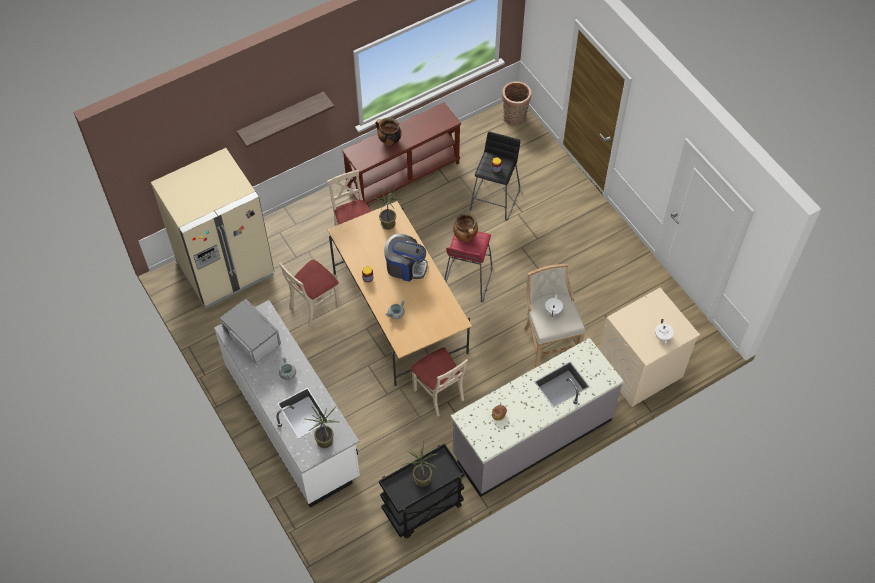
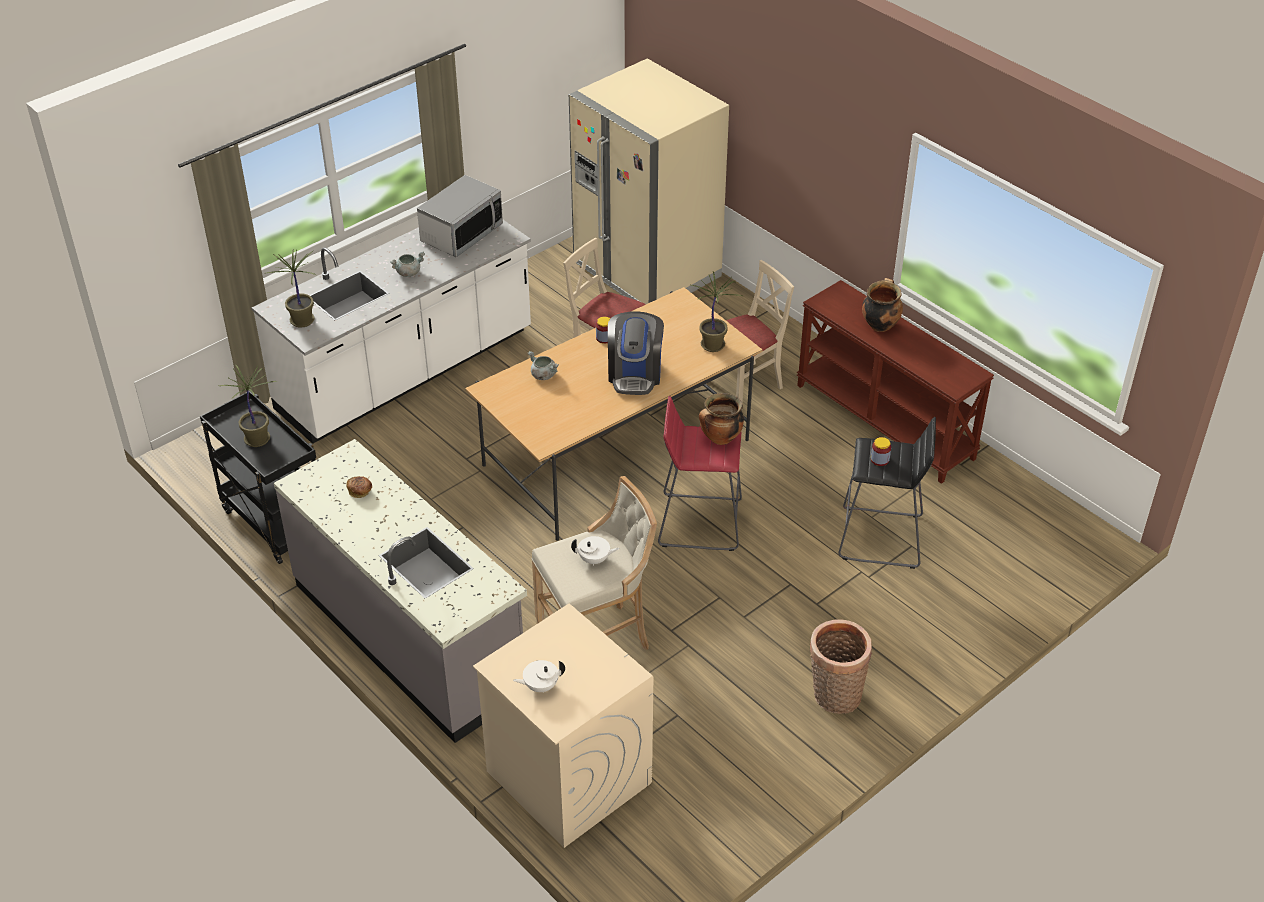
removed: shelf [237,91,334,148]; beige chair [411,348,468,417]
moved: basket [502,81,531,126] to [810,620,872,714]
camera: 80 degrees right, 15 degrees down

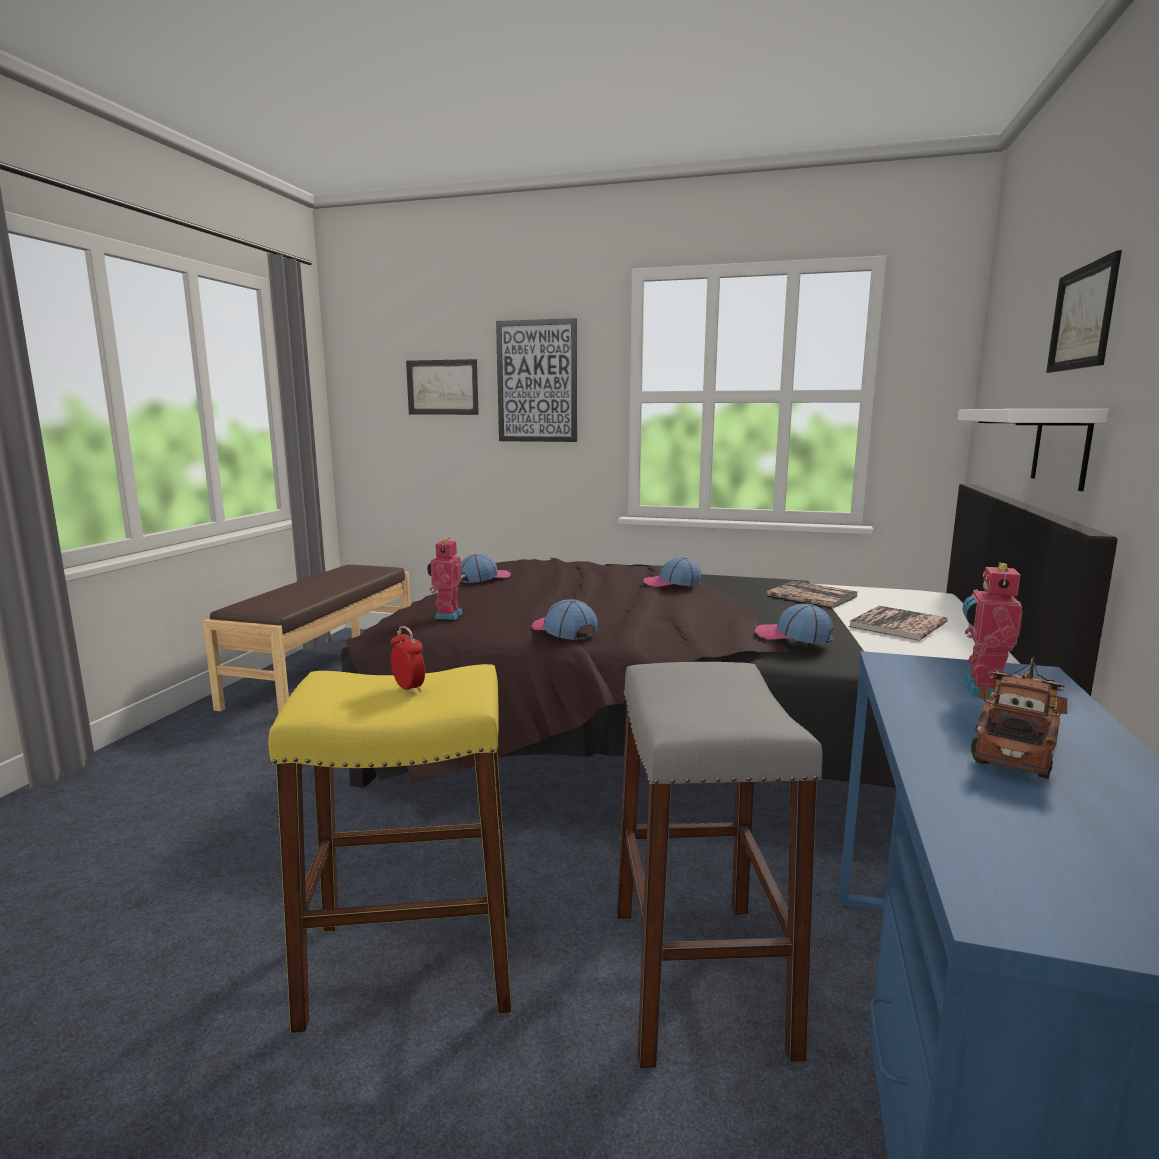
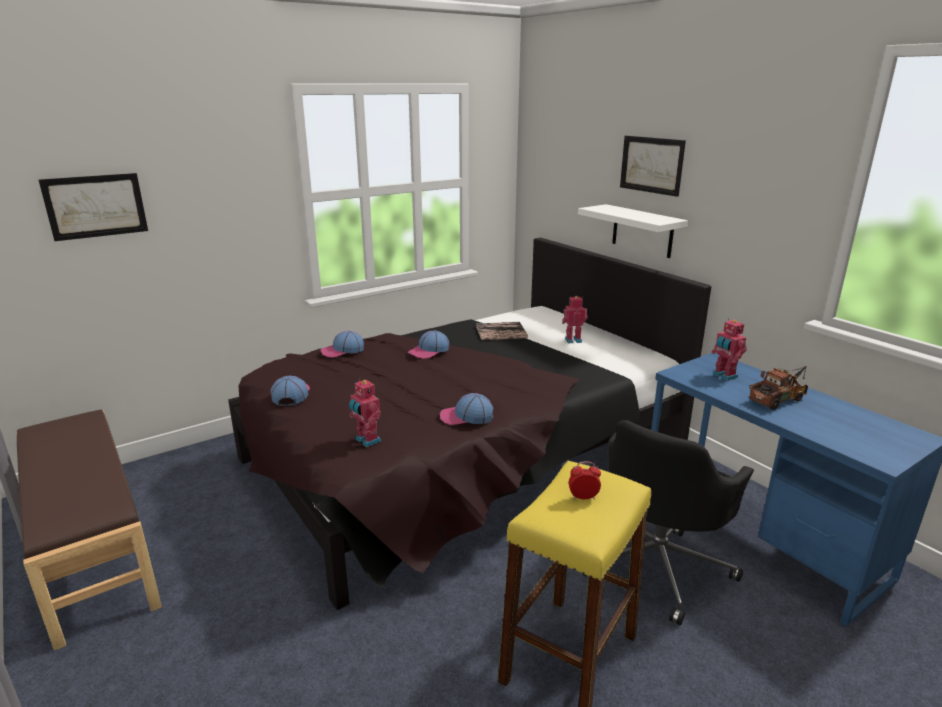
removed: picture [496,318,577,442]
moved: cap [755,604,834,644] to [321,331,364,358]
replaced: book [849,606,948,641] to toy robot [562,296,587,343]; grey stool [617,662,823,1069] to black office chair [583,420,754,625]
turned: toy truck [971,658,1067,779] = [748,366,808,410] 75 degrees clockwise
camera: 50 degrees left, 10 degrees up

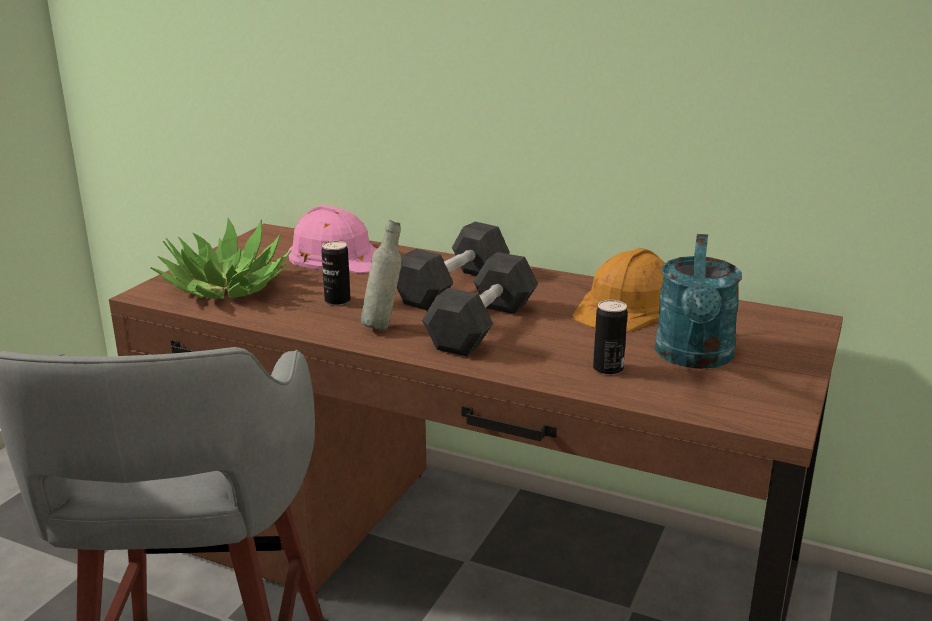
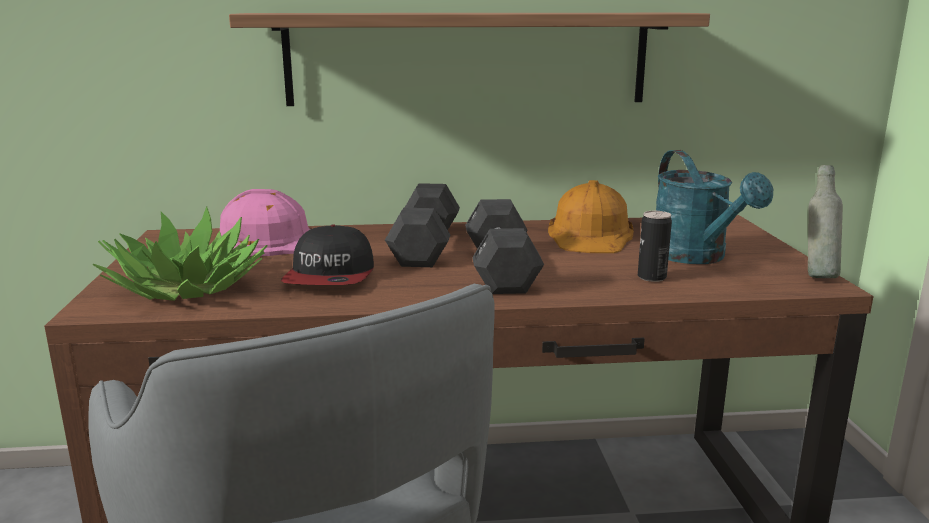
added: shelf [229,13,710,106]
moved: grey bottle [361,220,402,330] to [808,165,843,278]
replaced: can [321,241,351,305] to cap [281,224,374,285]
camera: 30 degrees left, 5 degrees down

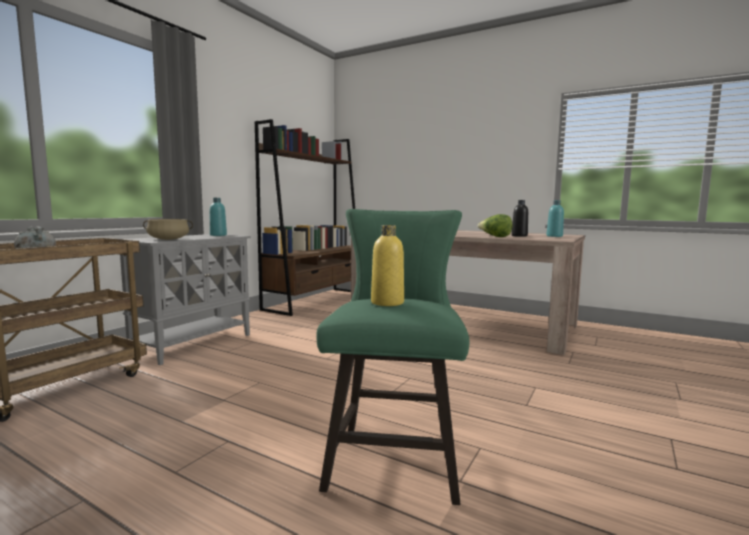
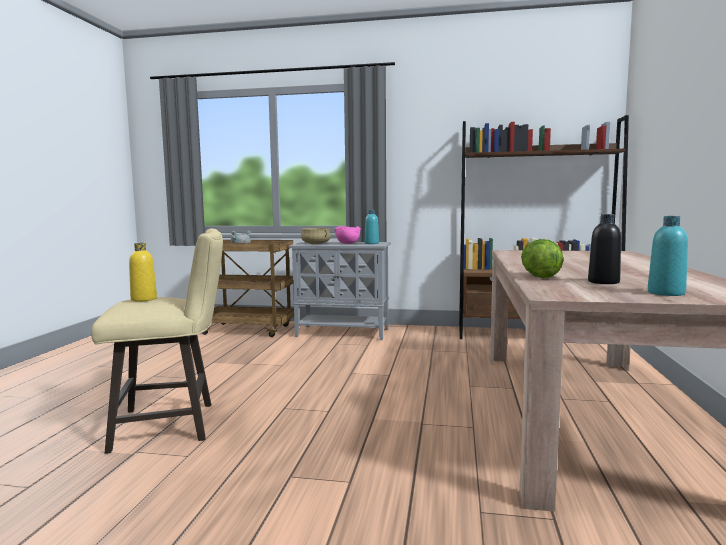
added: pink bowl [334,226,361,244]
recoloured: green stool [316,209,469,505] to beige stool [91,229,223,454]
camera: 70 degrees right, 0 degrees up

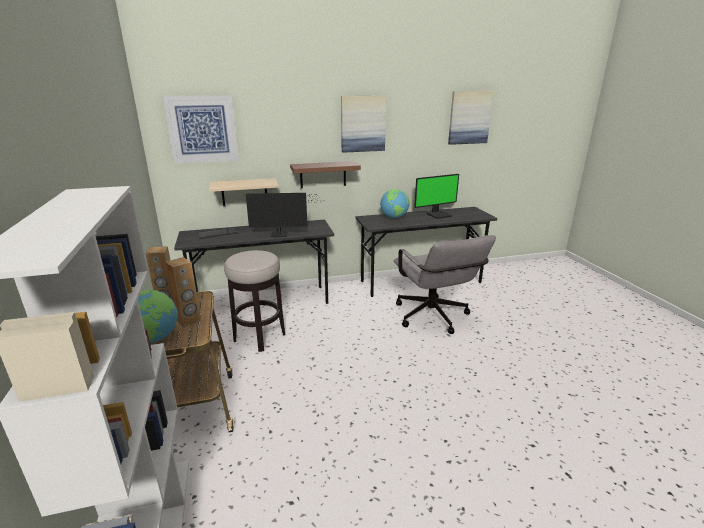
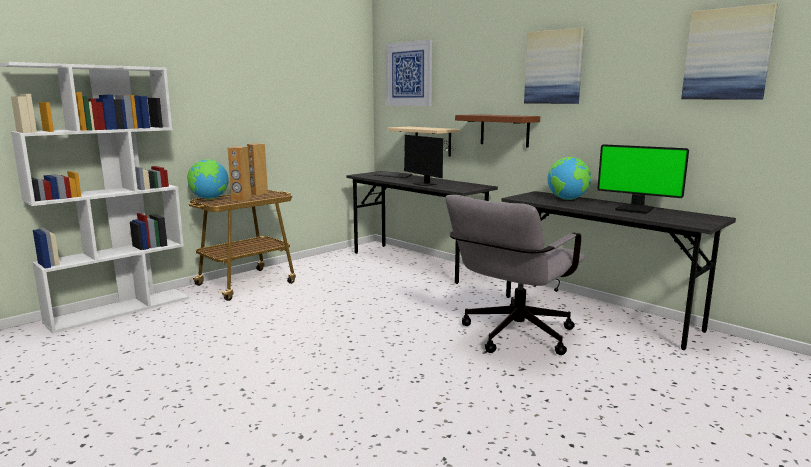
removed: stool [224,250,285,352]
camera: 60 degrees right, 10 degrees down

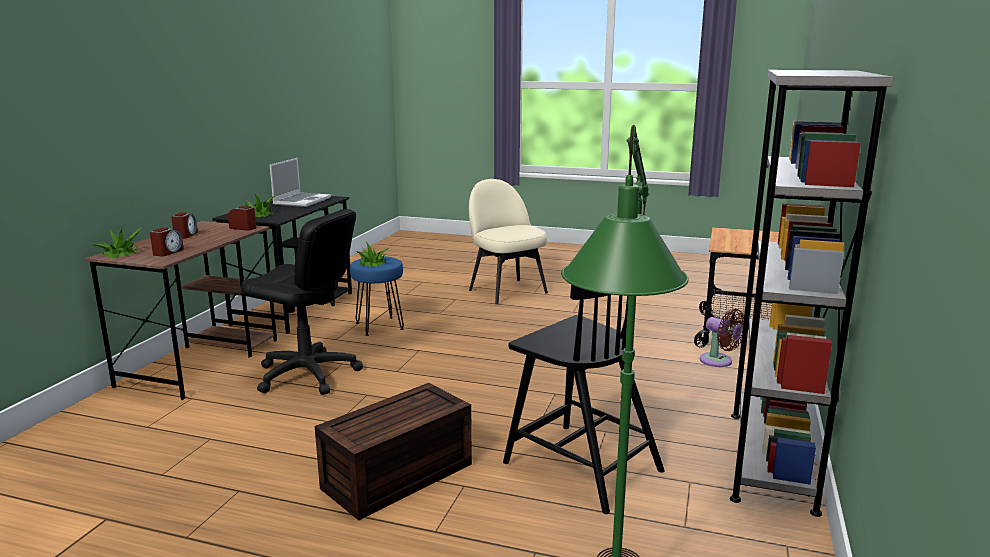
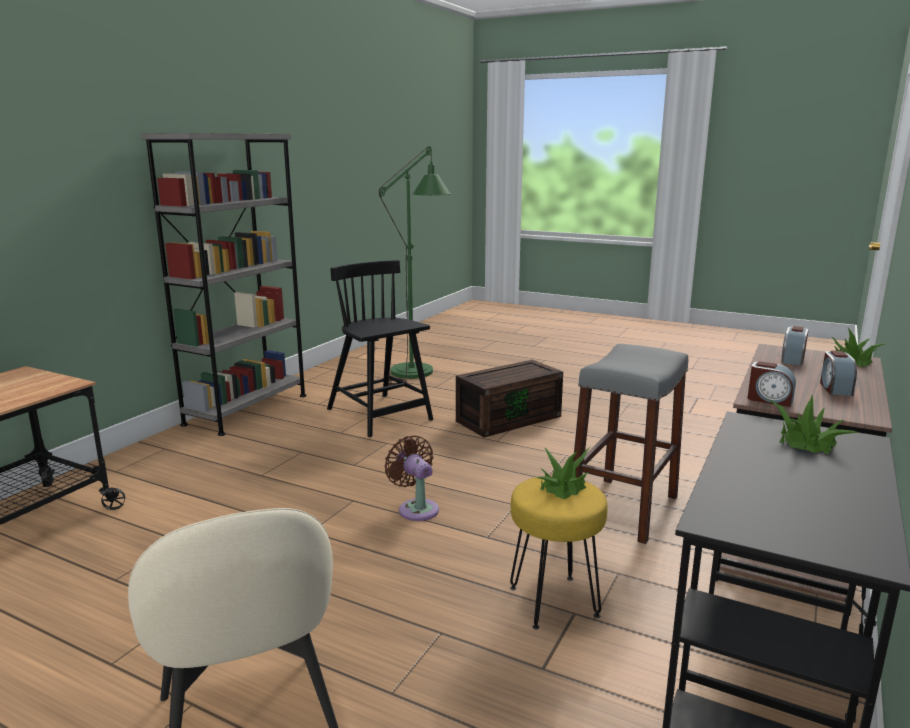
removed: laptop [270,158,331,207]
moved: brown fan [700,309,744,367] to [384,435,439,521]
replaced: black office chair [241,209,363,395] to grey stool [573,344,688,544]
recoloured: blue stool [350,256,404,336] to yellow stool [510,476,608,629]
camera: 170 degrees left, 0 degrees up

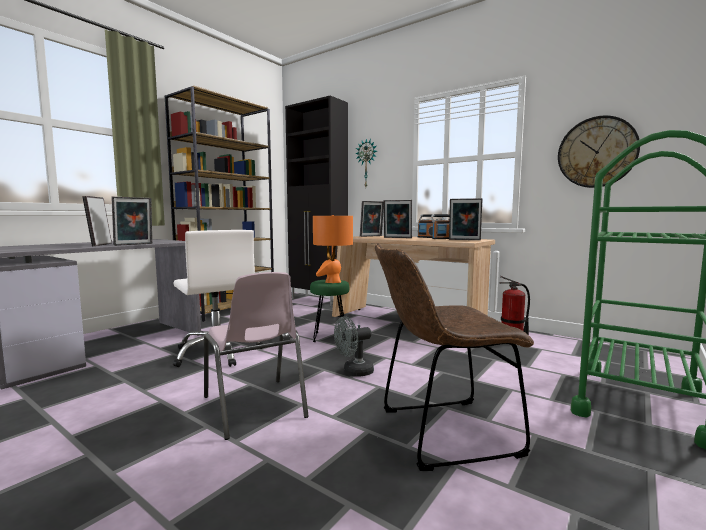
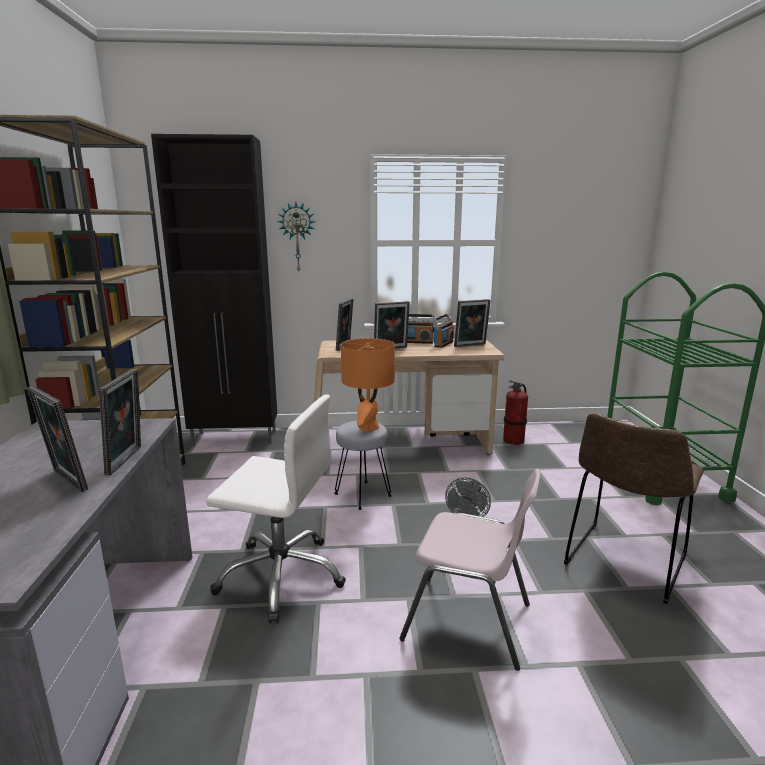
removed: wall clock [558,115,640,188]
recoloured: green stool [310,280,349,342] to grey stool [334,421,392,510]
camera: 40 degrees left, 10 degrees up

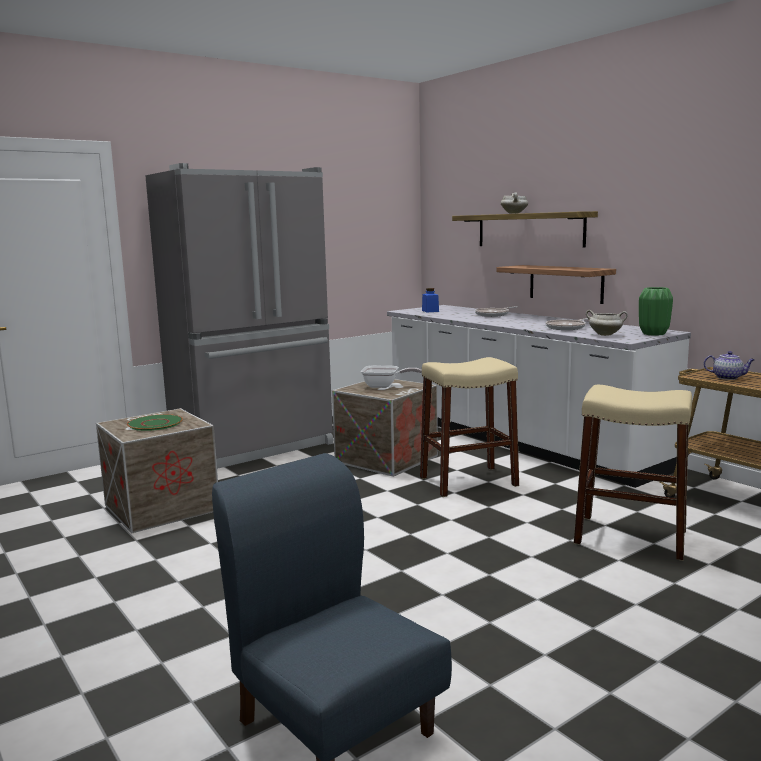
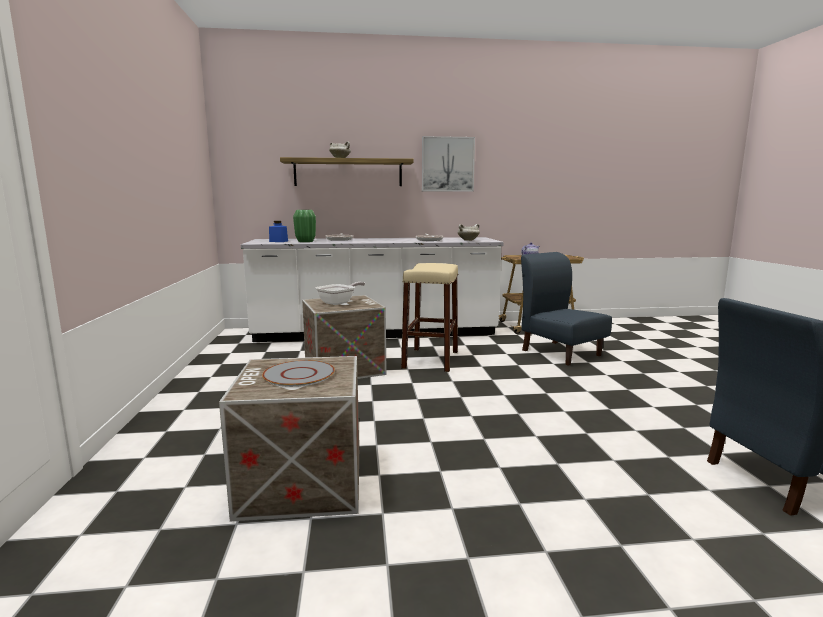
removed: grey fridge [145,163,334,469]; shelf [496,265,616,304]
added: picture [422,136,475,192]
moved: green vase [639,287,673,336] to [293,210,316,242]
replaced: beige stool [574,385,692,561] to blue chair [521,252,612,366]
recoloured: green plate [127,414,183,431] to grey plate [262,360,335,387]
camera: 60 degrees left, 0 degrees up

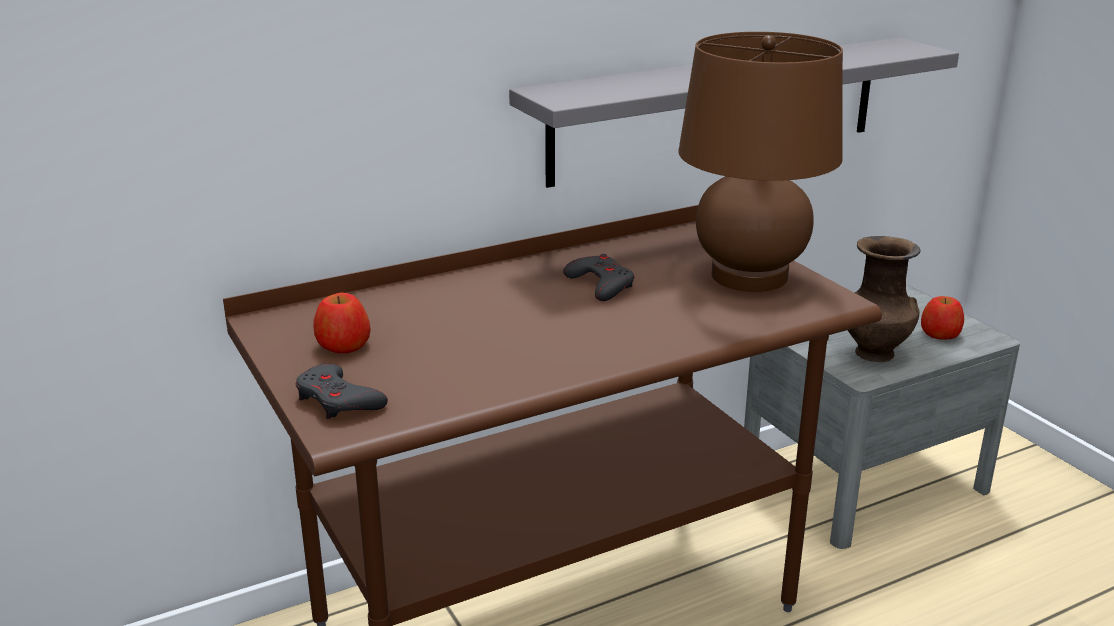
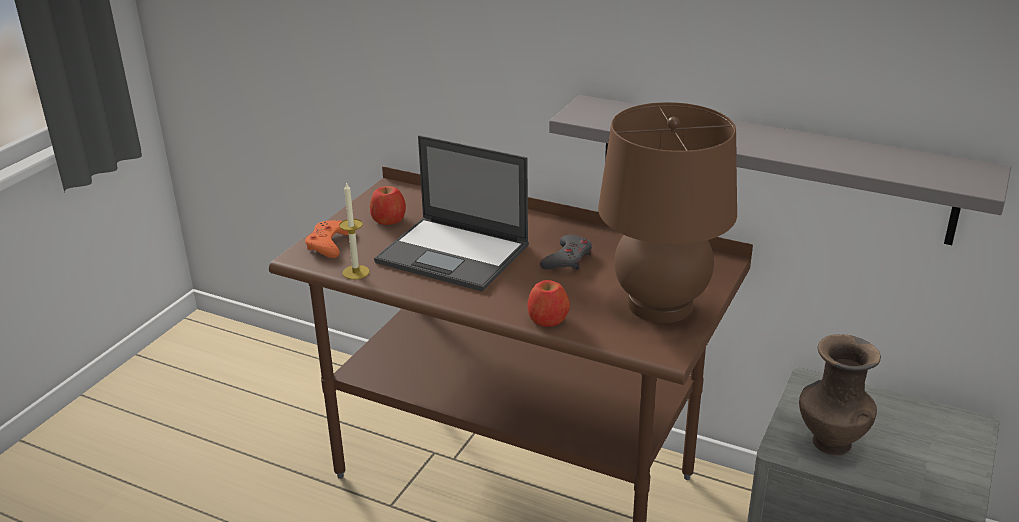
added: laptop [374,135,529,292]; candle [339,183,370,280]
moved: apple [921,296,964,340] to [528,280,570,327]
recoloured: grey game controller [296,363,388,419] to orange game controller [305,220,349,258]
camera: 55 degrees right, 5 degrees up

